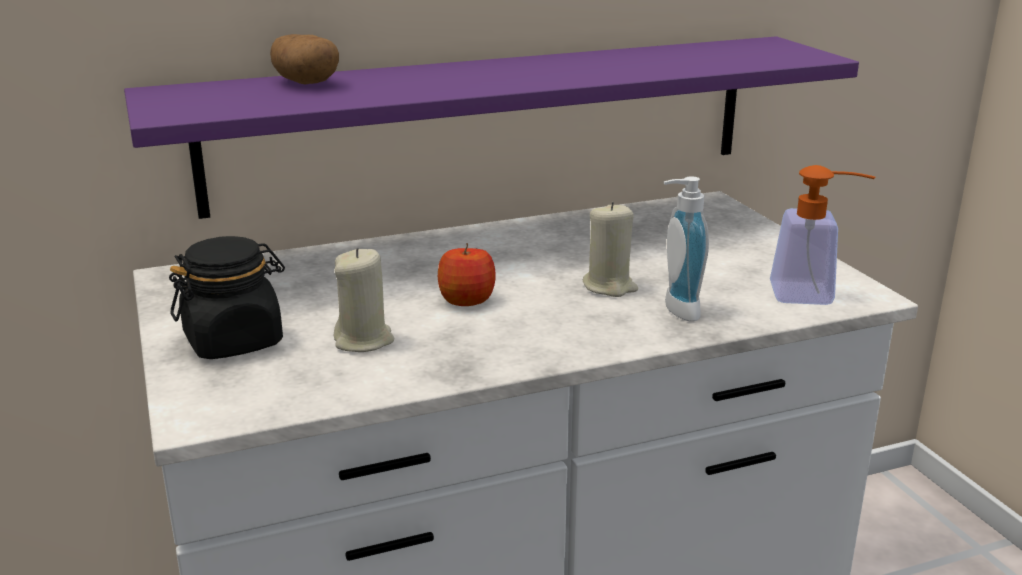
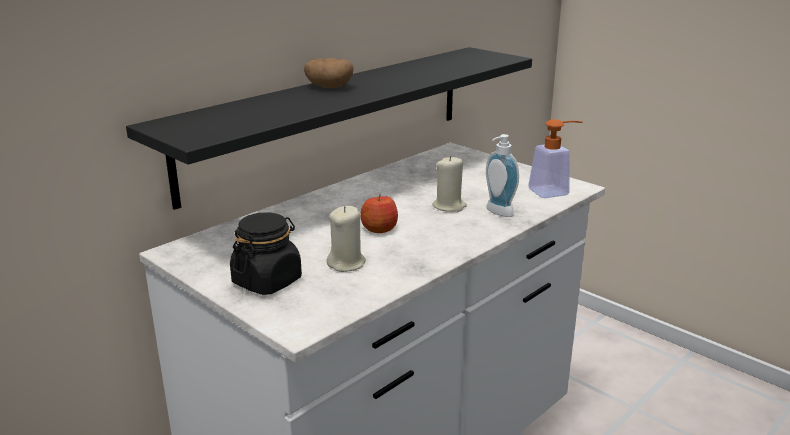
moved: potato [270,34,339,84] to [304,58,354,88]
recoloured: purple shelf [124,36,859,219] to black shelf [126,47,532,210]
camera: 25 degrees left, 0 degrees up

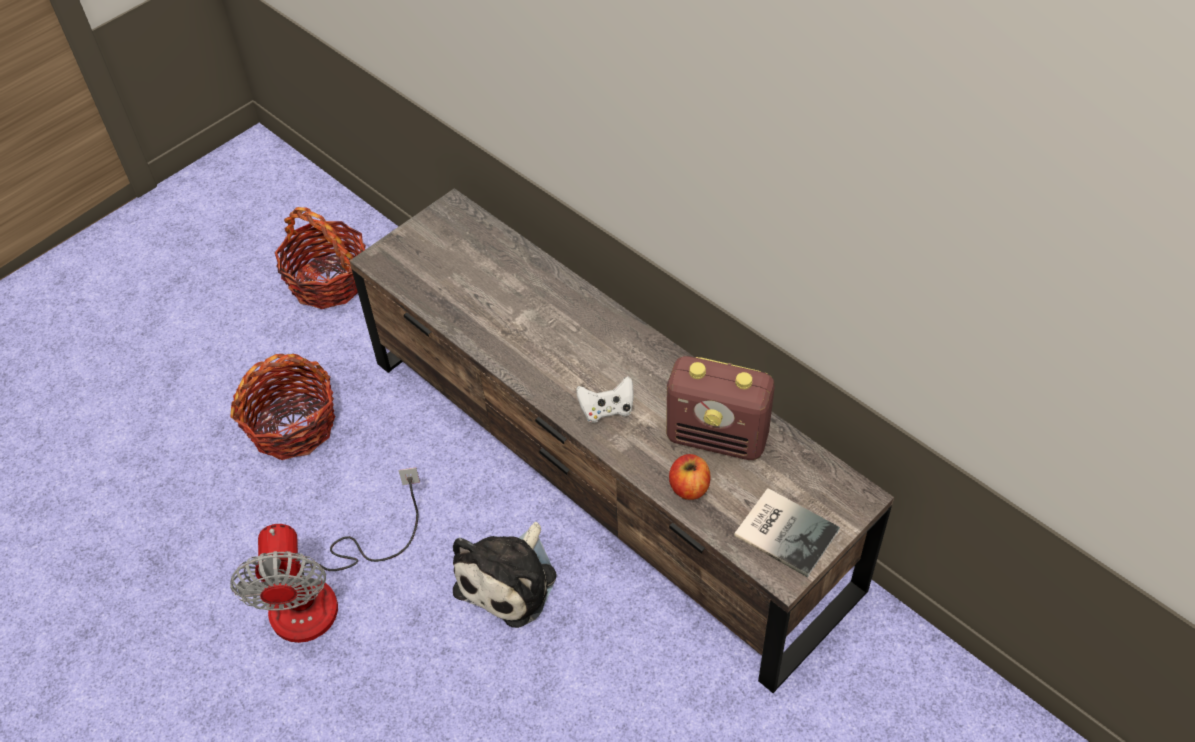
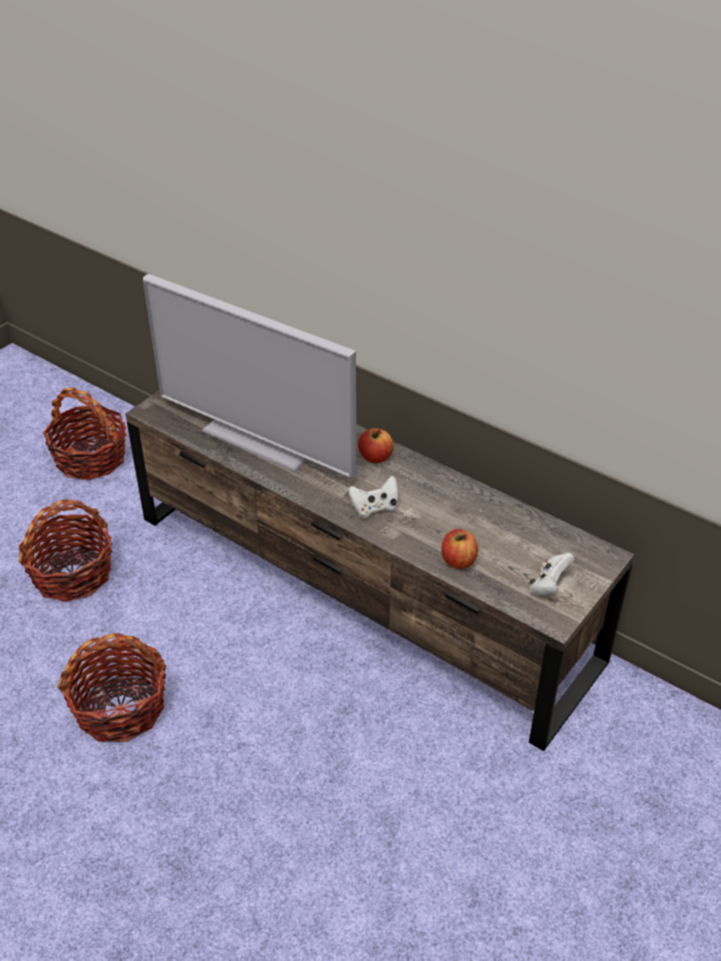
removed: radio [666,356,775,460]; plush toy [453,522,556,628]
added: television [143,274,356,478]; apple [358,428,393,463]
replaced: fan [230,467,420,643] to basket [57,633,166,742]; book [734,488,840,577] to white game controller [529,553,574,596]
camera: 10 degrees left, 10 degrees down

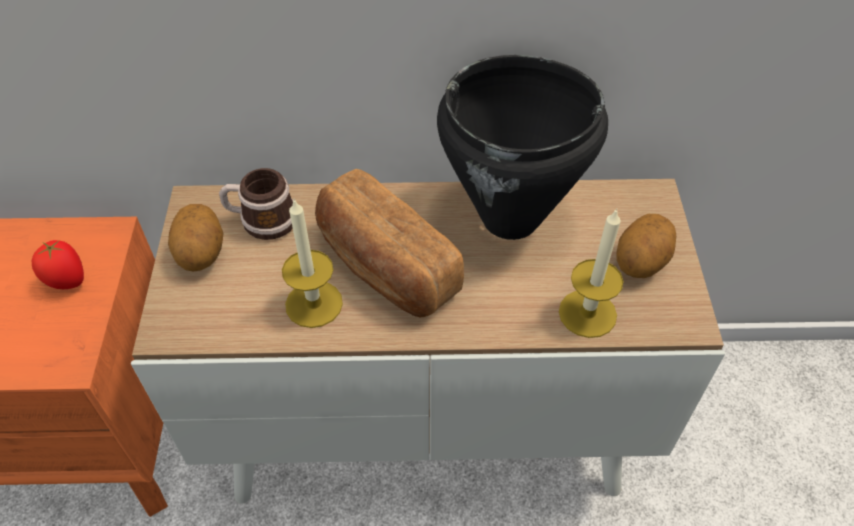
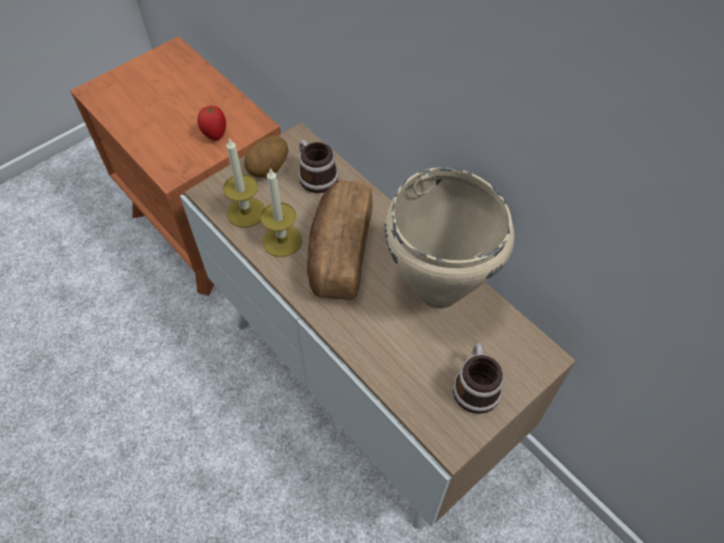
moved: candle [559,208,624,338] to [223,138,265,228]
replaced: potato [616,214,676,278] to mug [453,343,504,414]
recoloured: black cooking pot [437,55,608,240] to beige cooking pot [385,167,514,309]
camera: 50 degrees right, 5 degrees up

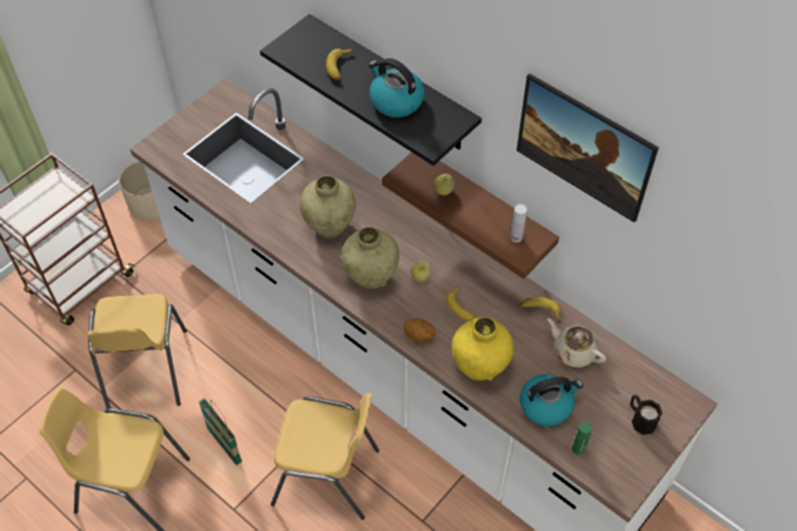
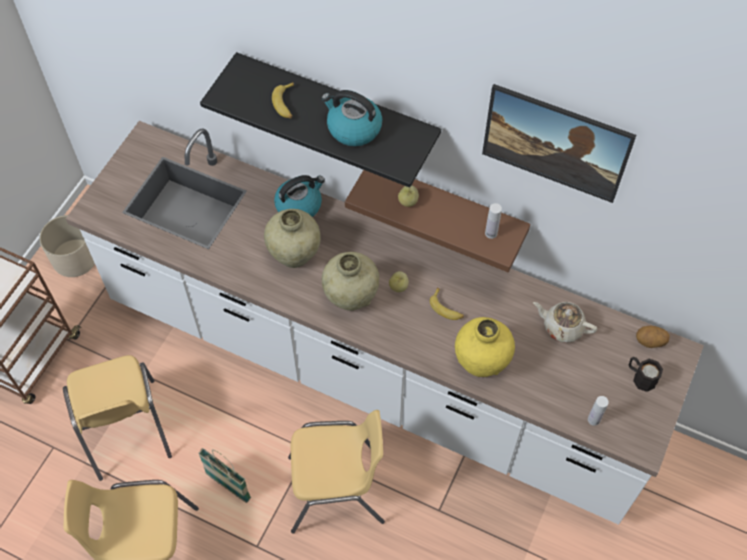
removed: banana [520,297,561,323]
moved: potato [403,318,436,342] to [636,326,670,348]; kettle [520,374,583,426] to [274,175,325,217]
recoloured: green bottle [572,422,592,455] to white bottle [588,396,609,426]
camera: 15 degrees left, 5 degrees up

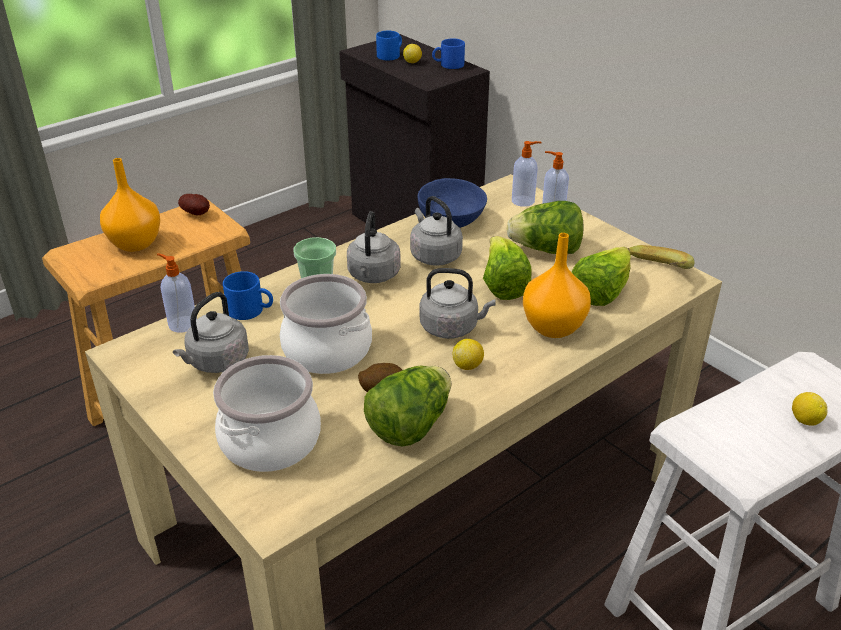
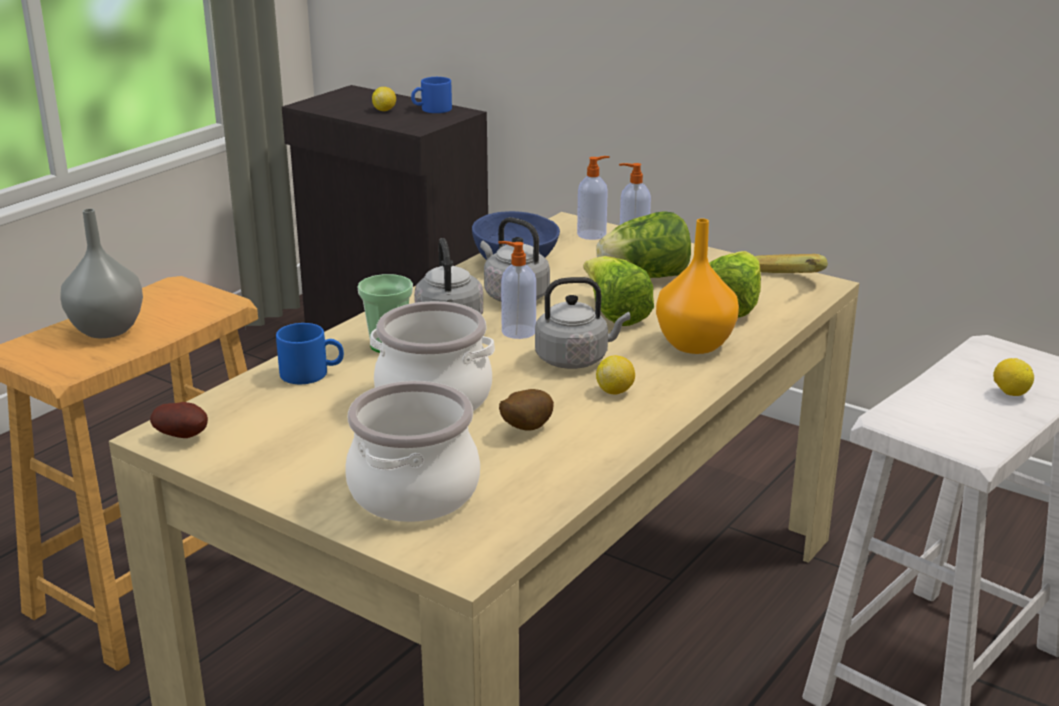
removed: blue mug [376,31,402,60]; grey kettle [173,292,249,373]; lettuce [364,365,451,447]
moved: potato [178,194,210,216] to [150,402,208,438]; soap dispenser [157,253,197,333] to [498,241,536,339]
recoloured: orange vase [100,158,161,252] to grey vase [60,209,143,338]
camera: 15 degrees left, 10 degrees down

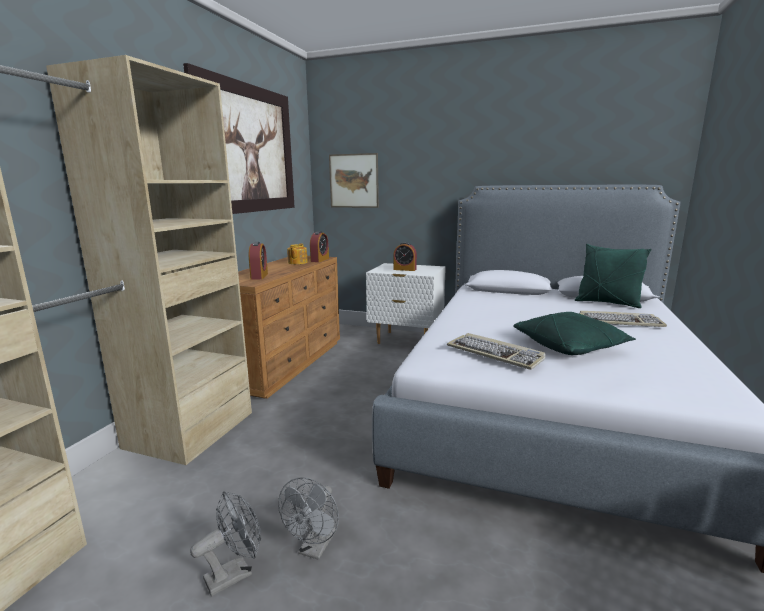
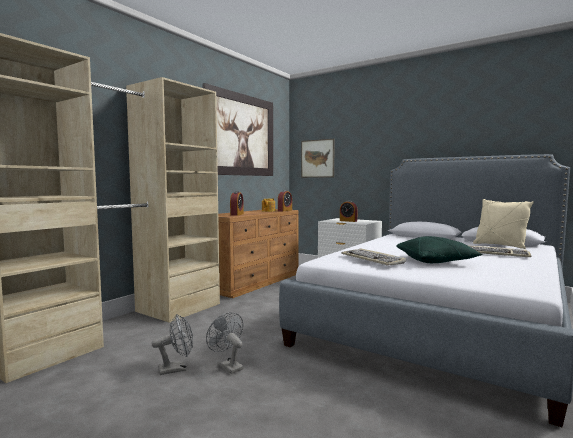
recoloured: green pillow [575,244,652,308] to beige pillow [473,199,534,249]
turned: grey fan [278,477,339,560] = [206,312,244,374] 105 degrees clockwise
camera: 15 degrees right, 10 degrees down

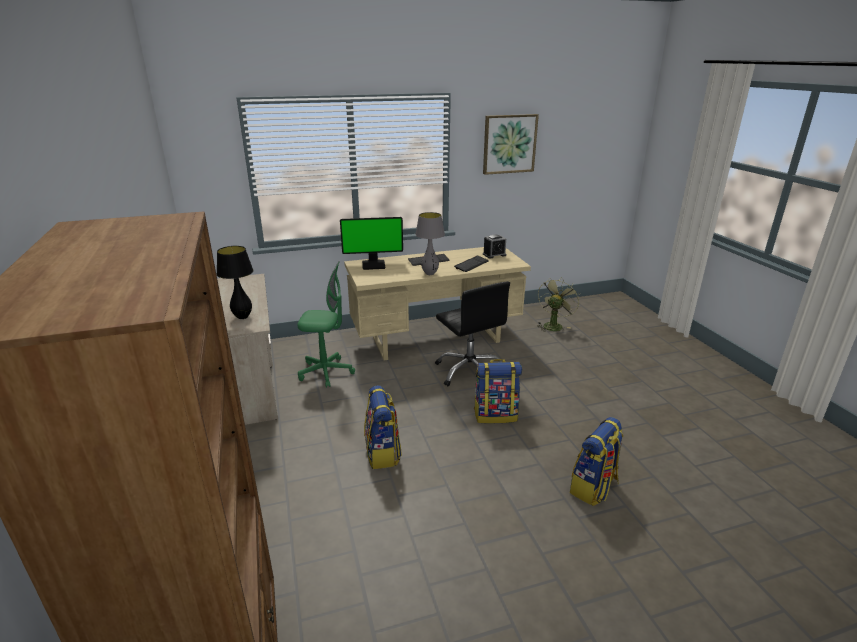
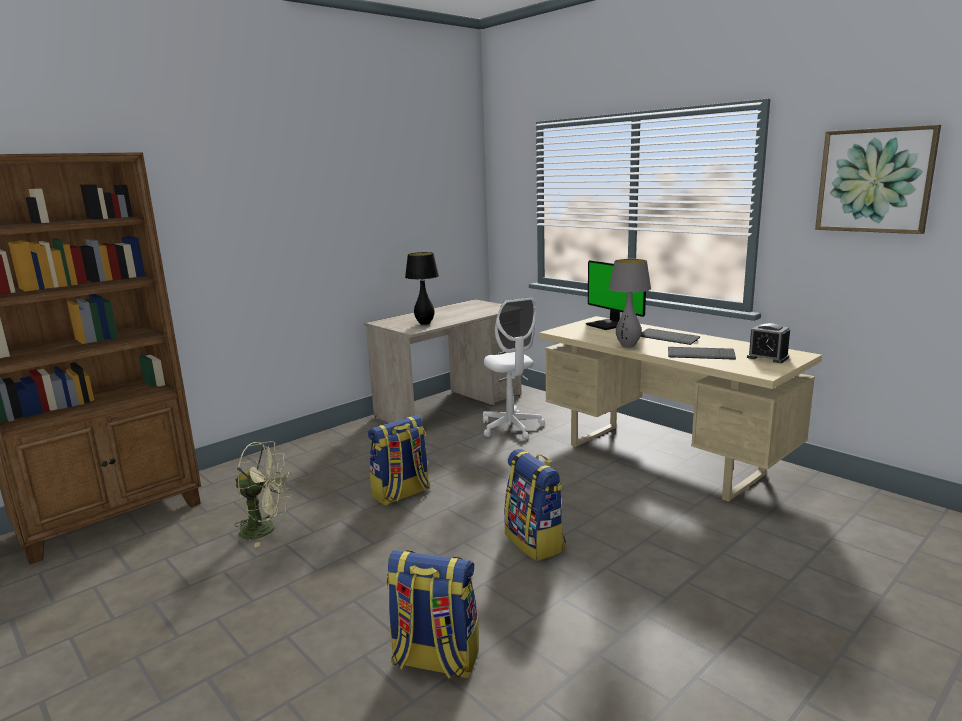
removed: black office chair [435,281,510,386]
moved: green fan [537,277,580,332] to [234,441,292,547]
recoloured: green office chair [297,261,355,388] to white office chair [483,297,545,440]
camera: 65 degrees right, 10 degrees down

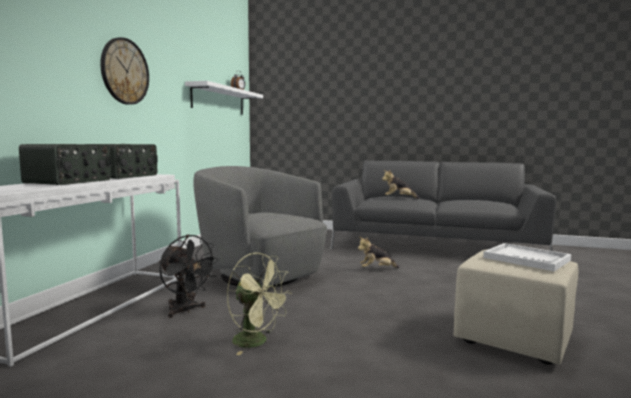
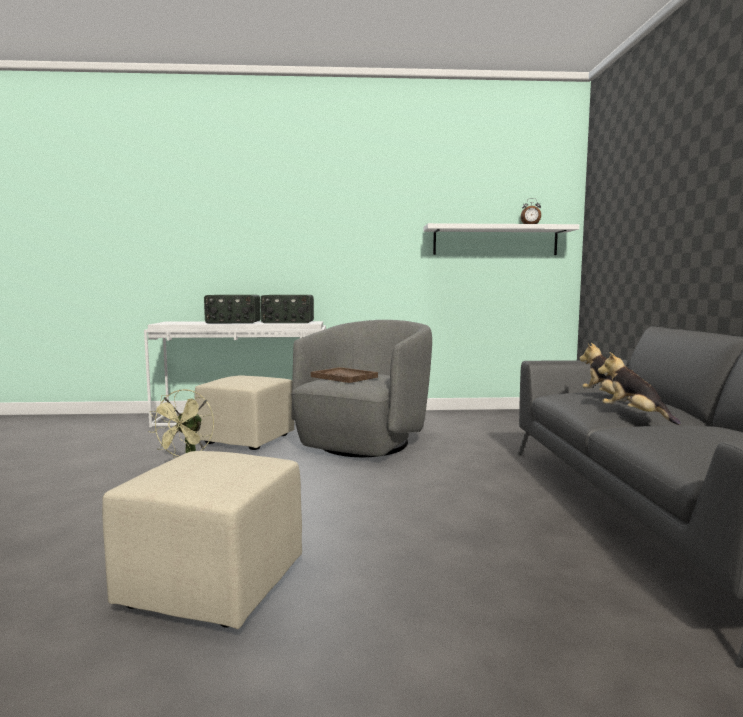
removed: wall clock [100,37,149,105]; white tray [483,243,571,271]
added: brown tray [311,367,378,383]
moved: plush toy [358,237,399,268] to [598,353,681,425]
replaced: black fan [159,235,219,318] to beige ottoman [194,375,294,450]
camera: 70 degrees right, 0 degrees up

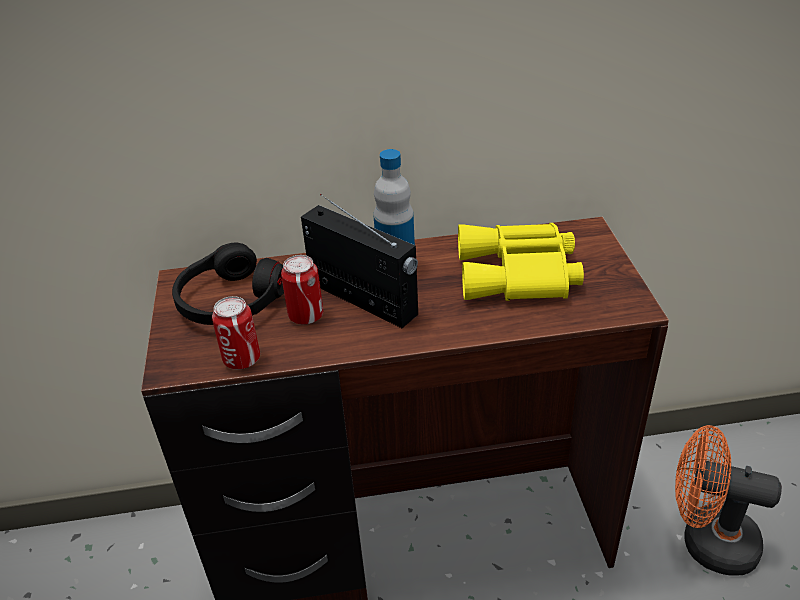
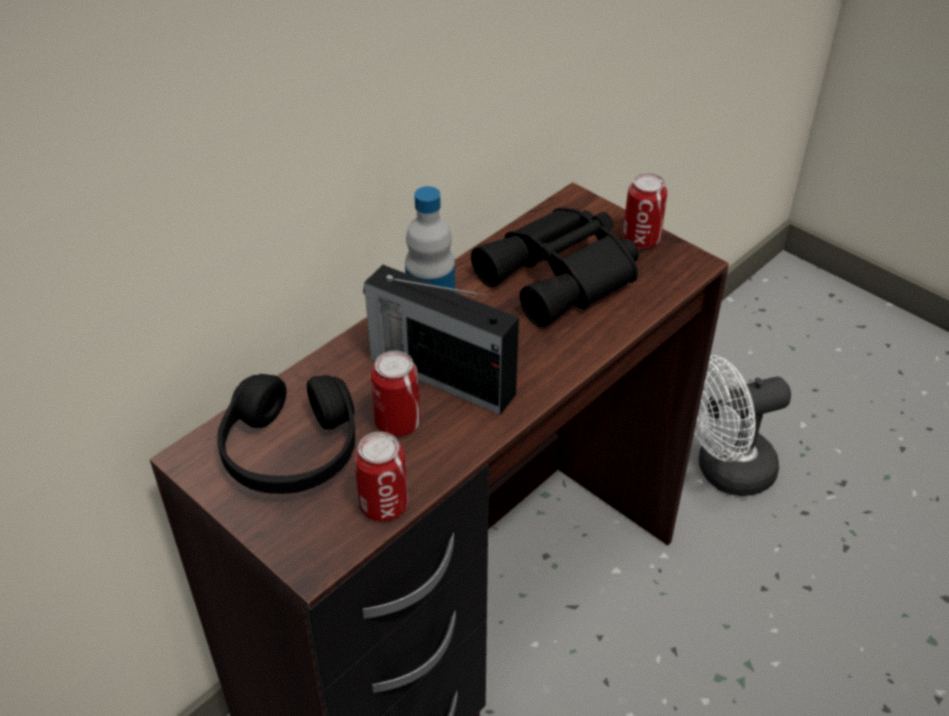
added: can [623,173,667,248]
recoloured: yellow binoculars [458,223,584,301] to black binoculars [471,207,638,327]; orange fan [675,425,782,576] to white fan [694,355,791,496]
turned: radio [301,194,418,328] = [363,265,519,415] 150 degrees counterclockwise
camera: 40 degrees left, 5 degrees up

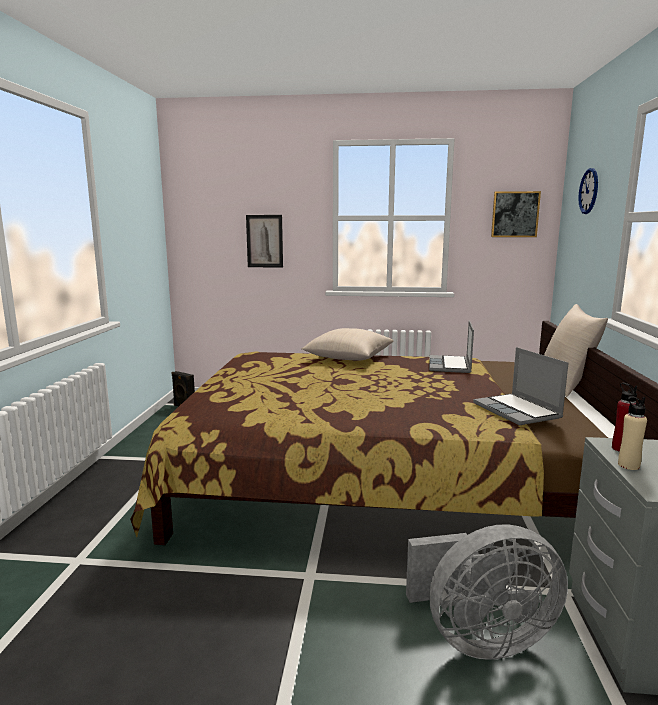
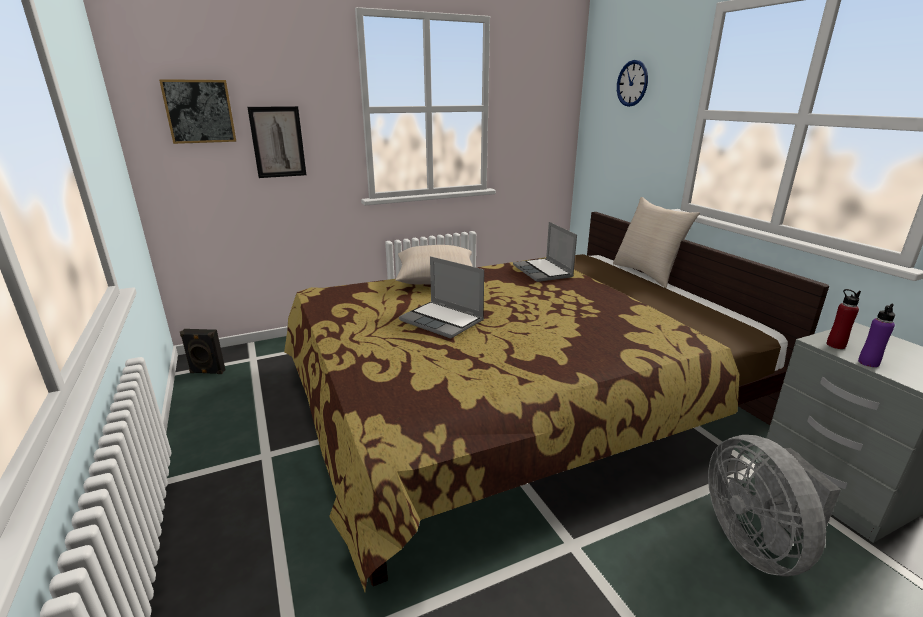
moved: picture [491,191,541,237] to [159,79,237,144]; laptop [473,347,568,425] to [399,256,484,339]
recoloured: beige bottle [618,396,647,470] to purple bottle [858,304,895,367]
turned: grey fan [406,524,568,660] = [708,435,841,576] 120 degrees clockwise
camera: 30 degrees left, 10 degrees up

